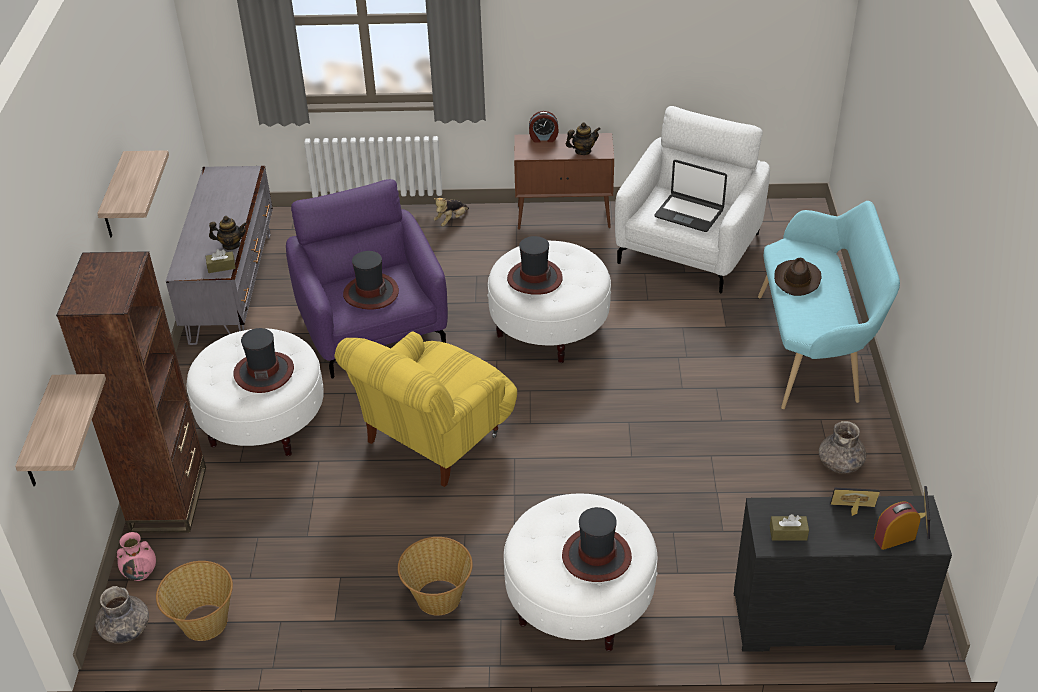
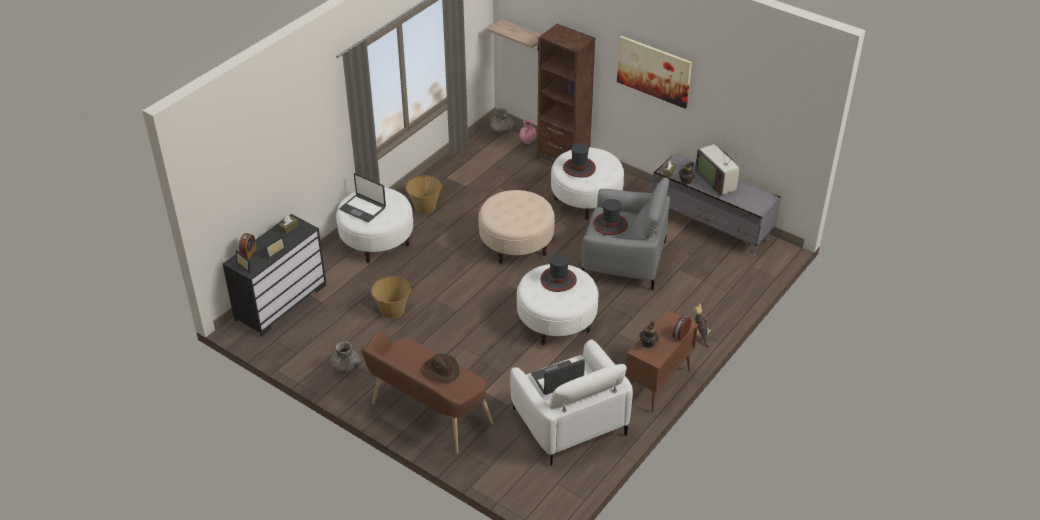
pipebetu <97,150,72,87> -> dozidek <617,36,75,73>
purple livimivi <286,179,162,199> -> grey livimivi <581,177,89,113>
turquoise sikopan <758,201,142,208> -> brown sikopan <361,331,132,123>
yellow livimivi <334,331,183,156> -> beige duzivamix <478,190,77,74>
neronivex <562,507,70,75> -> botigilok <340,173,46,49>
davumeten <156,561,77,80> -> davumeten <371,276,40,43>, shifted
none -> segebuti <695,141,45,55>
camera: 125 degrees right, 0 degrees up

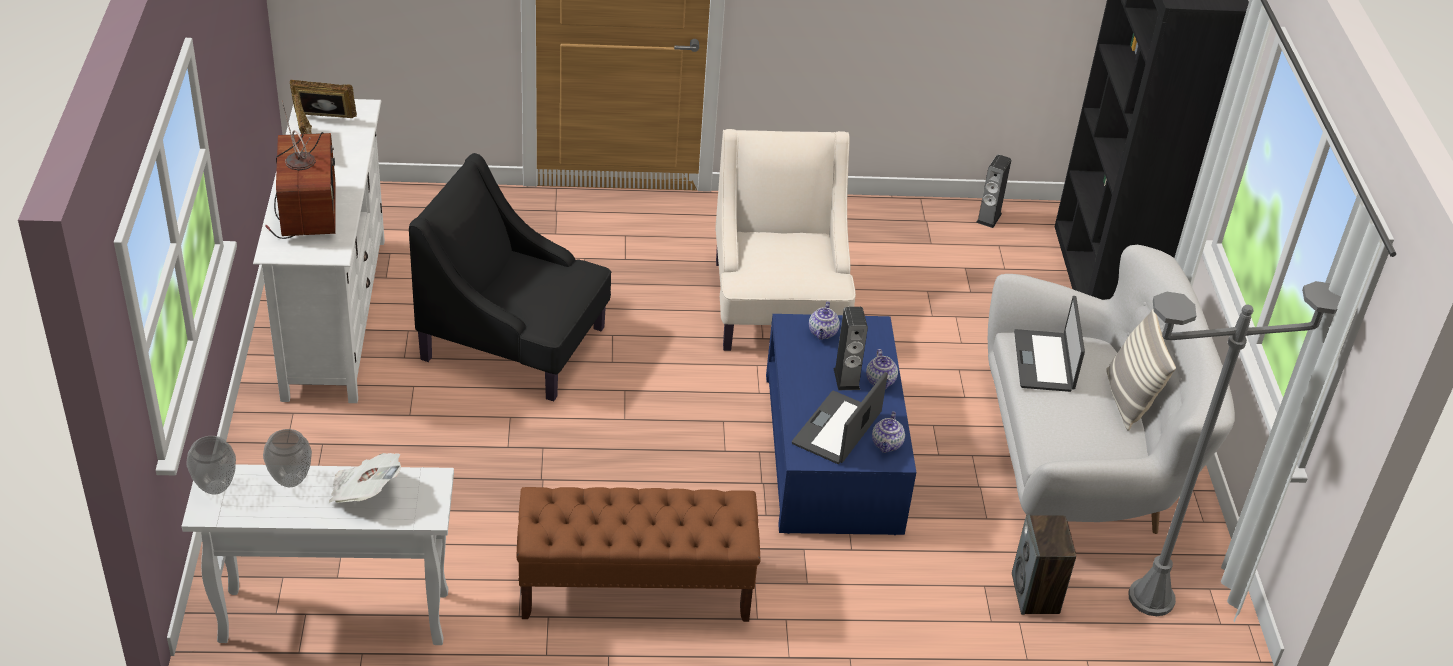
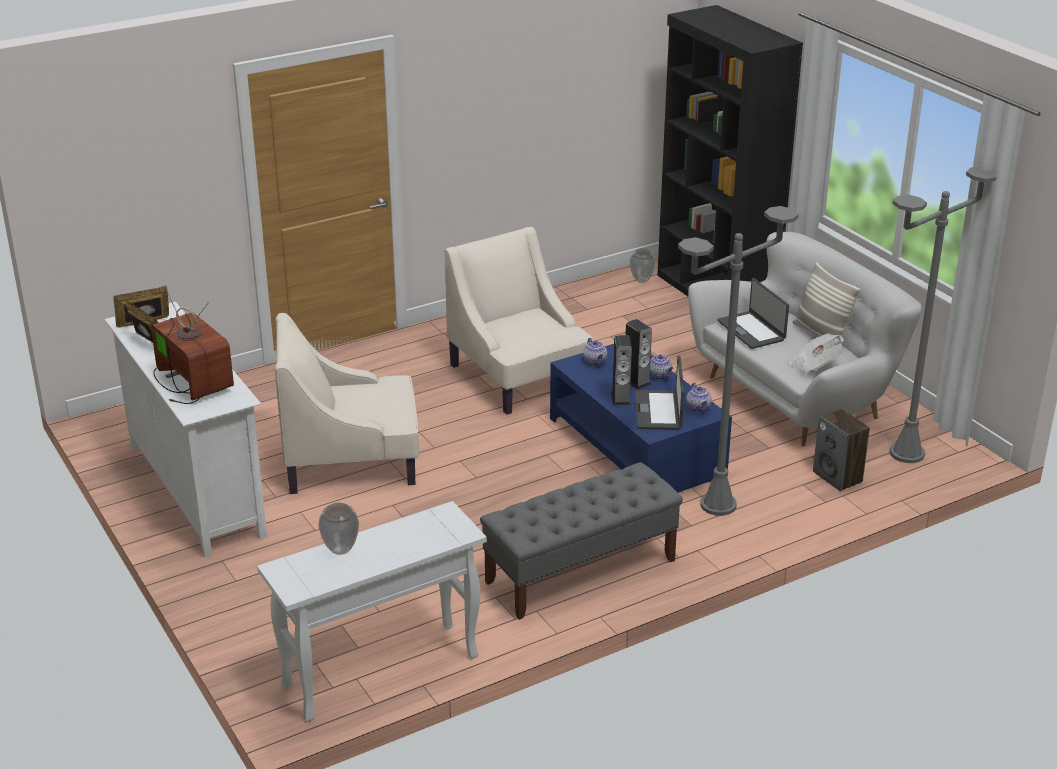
black livimivi <409,153,202,248> -> beige livimivi <275,313,145,181>
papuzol <976,154,35,74> -> papuzol <611,335,21,71>, shifted
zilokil <186,436,50,59> -> zilokil <630,248,26,35>, shifted
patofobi <329,453,72,50> -> patofobi <788,333,56,41>, shifted
brown sikopan <516,487,244,135> -> grey sikopan <480,462,203,158>
none -> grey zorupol <678,206,121,310>
camera: 25 degrees left, 10 degrees down

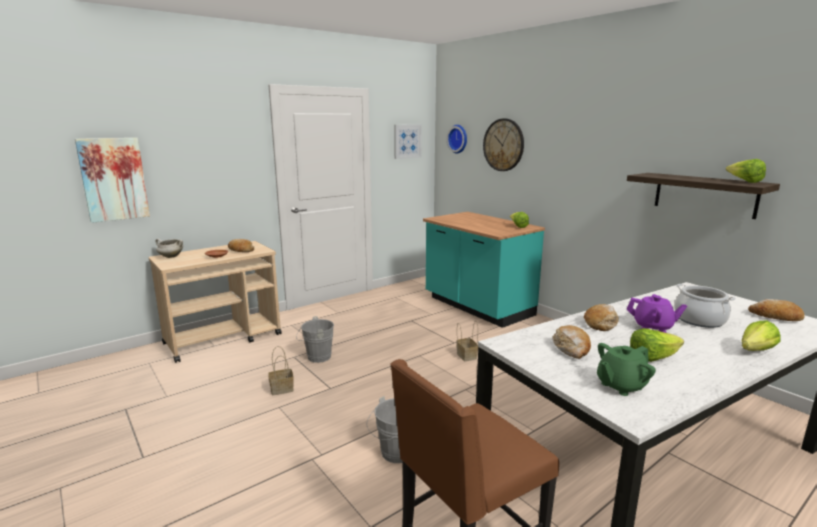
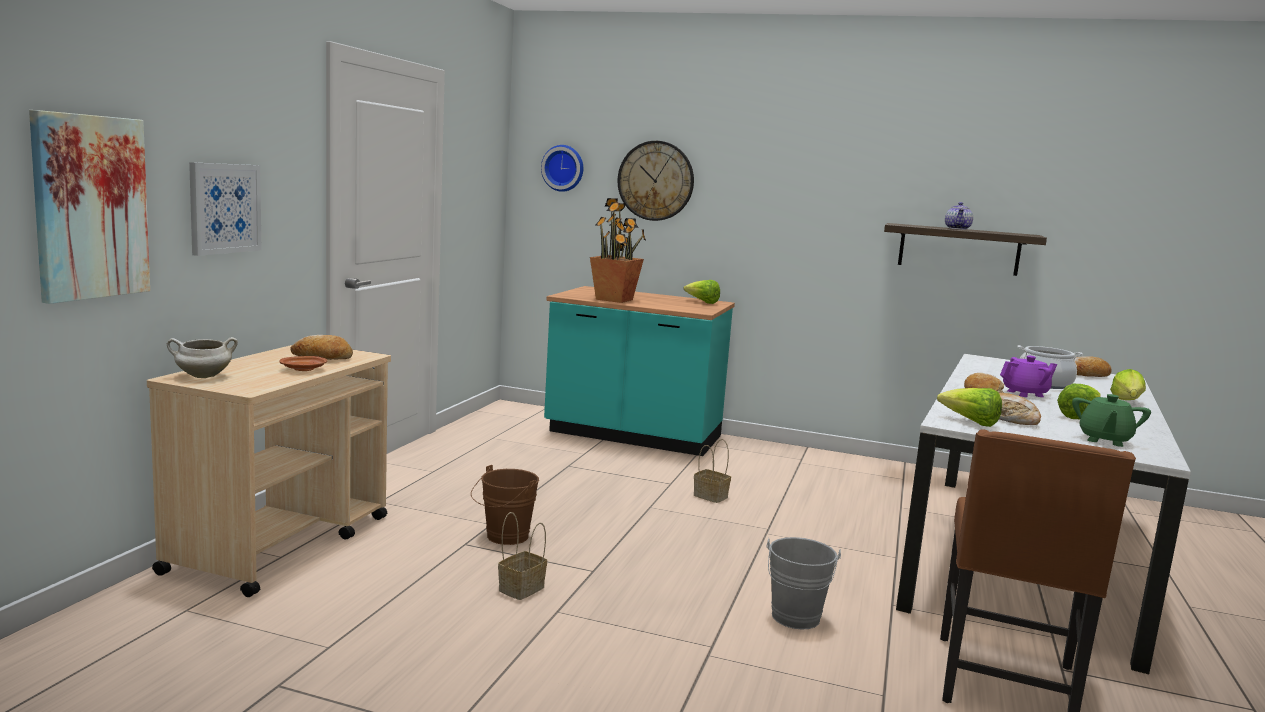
dozidek <394,124,28,35> -> dozidek <189,162,72,94>, shifted
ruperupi <726,159,40,24> -> ruperupi <937,388,65,39>, shifted
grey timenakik <296,316,38,47> -> brown timenakik <471,465,68,80>
none -> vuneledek <590,198,56,105>
none -> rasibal <945,202,28,28>
camera: 35 degrees left, 5 degrees down

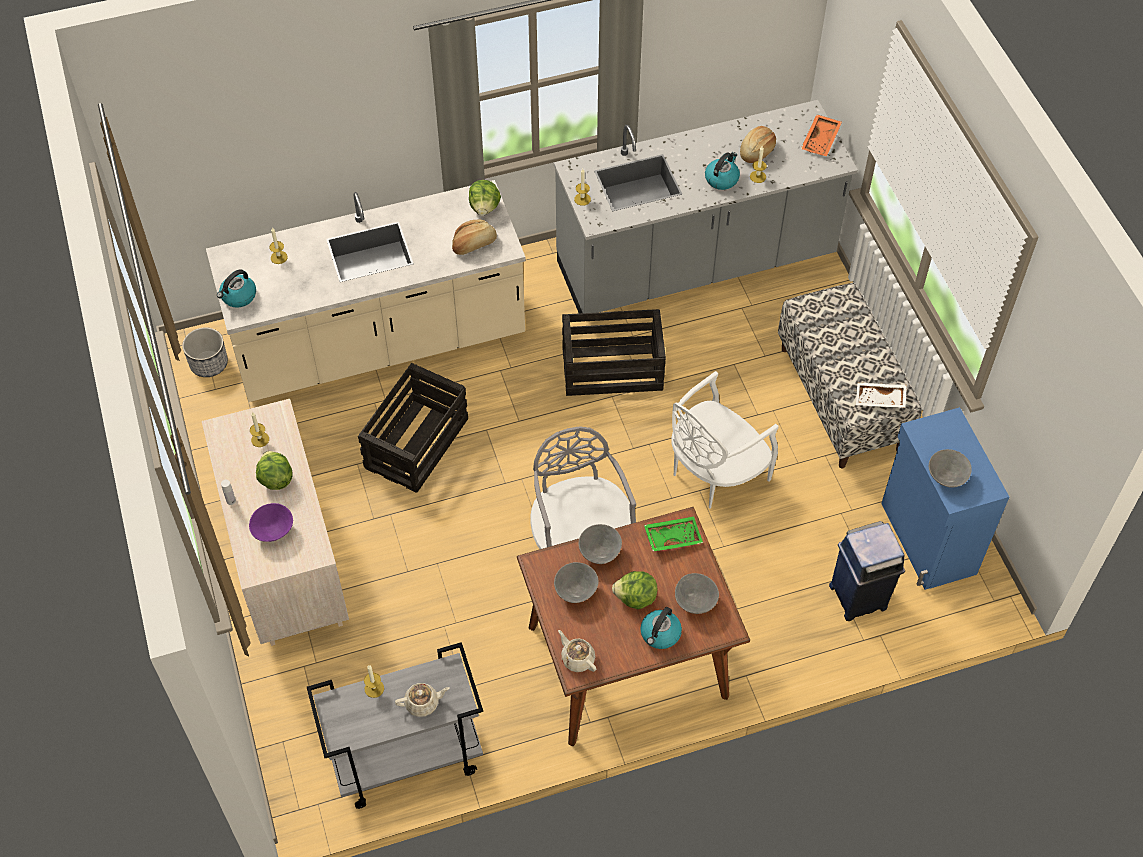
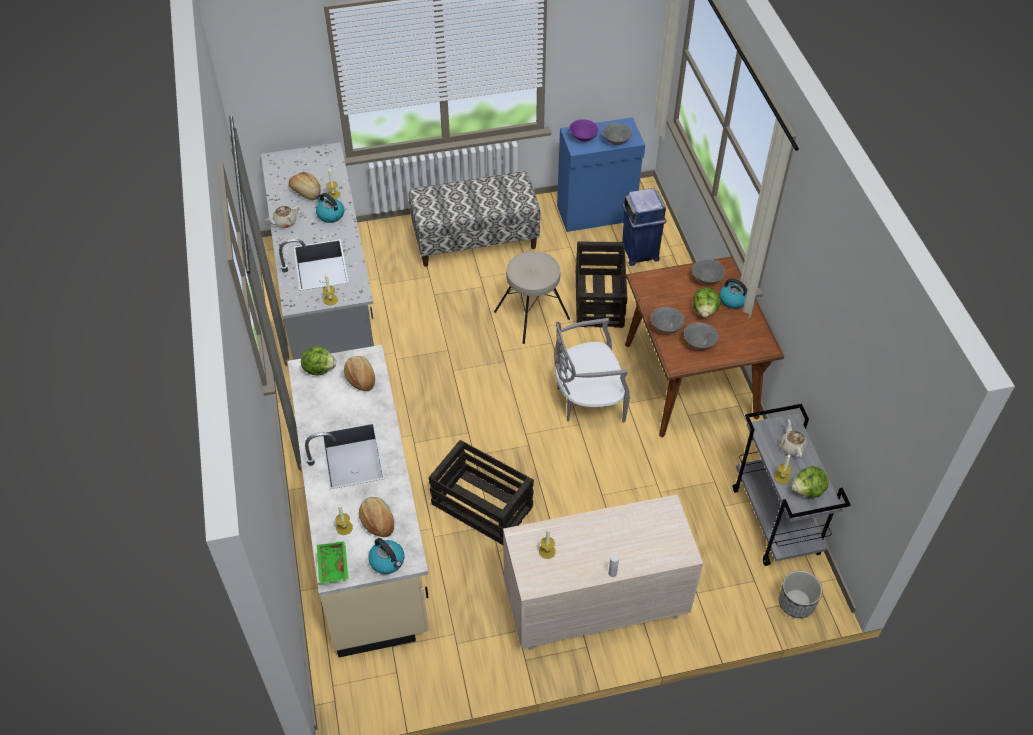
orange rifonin <801,114,41,42> -> none
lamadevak <562,309,104,87> -> lamadevak <576,241,52,87>, shifted
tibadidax <182,327,46,50> -> tibadidax <779,570,43,48>, shifted
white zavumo <671,371,108,138> -> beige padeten <494,251,76,93>
white rifonin <856,383,51,25> -> none
ruperupi <256,451,37,39> -> ruperupi <792,466,37,32>, shifted
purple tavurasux <249,503,44,39> -> purple tavurasux <569,119,29,23>, shifted
green rifonin <644,517,59,35> -> green rifonin <317,541,31,43>, shifted
beige rasibal <558,630,38,42> -> beige rasibal <265,206,35,22>, shifted
none -> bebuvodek <359,497,35,40>
camera: 85 degrees left, 5 degrees down

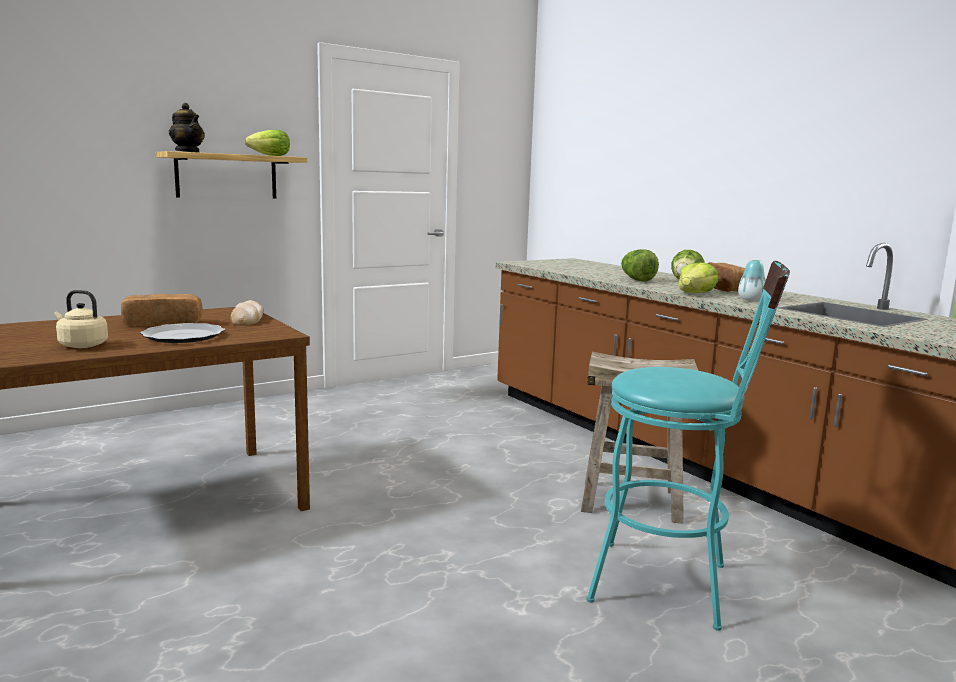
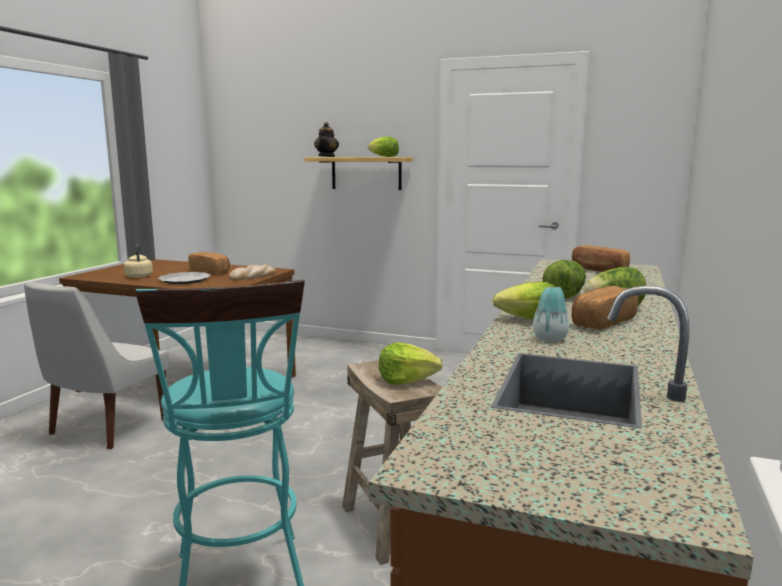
none -> bebuvodek <572,245,58,27>
none -> white zavumo <24,282,145,167>
none -> ruperupi <379,343,64,41>
camera: 55 degrees right, 0 degrees up

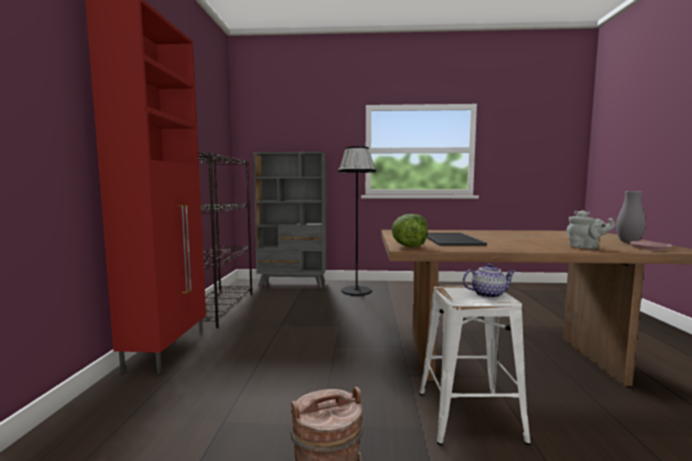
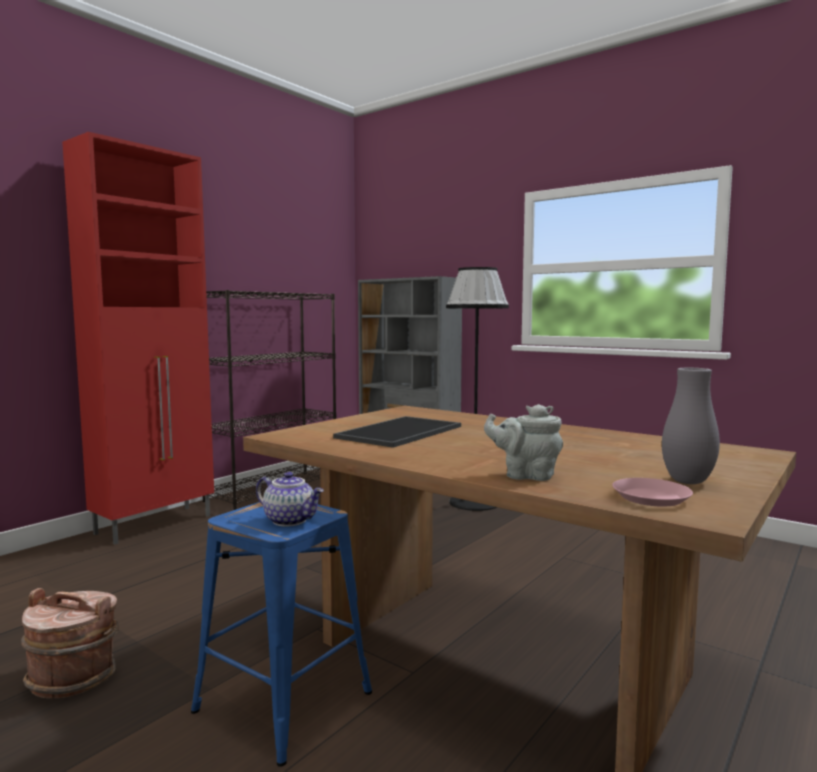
grey rasibal <566,210,49,39> -> grey rasibal <484,404,79,77>, 120 degrees clockwise
ruperupi <392,214,36,33> -> none
white padeten <419,286,112,159> -> blue padeten <191,502,181,265>
camera: 35 degrees right, 0 degrees up

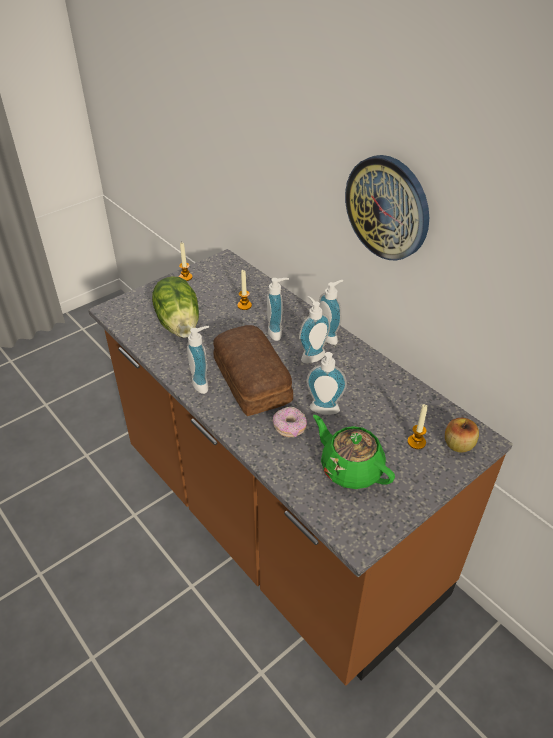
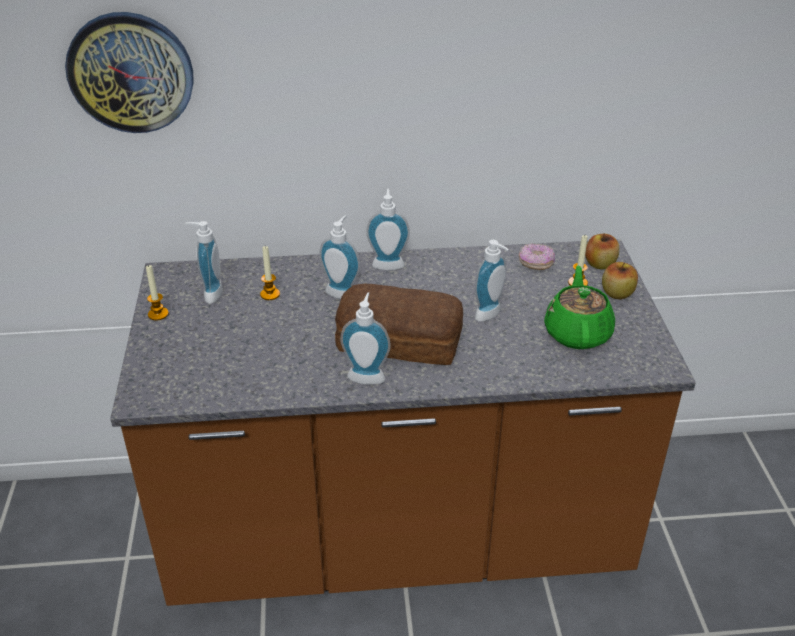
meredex <345,155,84,106> -> meredex <65,12,129,121>, shifted
ruperupi <152,276,47,62> -> none
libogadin <299,296,31,67> -> libogadin <185,221,38,83>, shifted
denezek <273,407,34,30> -> denezek <519,243,36,27>, shifted
green rasibal <313,415,82,74> -> green rasibal <544,265,71,84>, 105 degrees clockwise
none -> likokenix <602,262,36,37>
camera: 55 degrees left, 5 degrees down

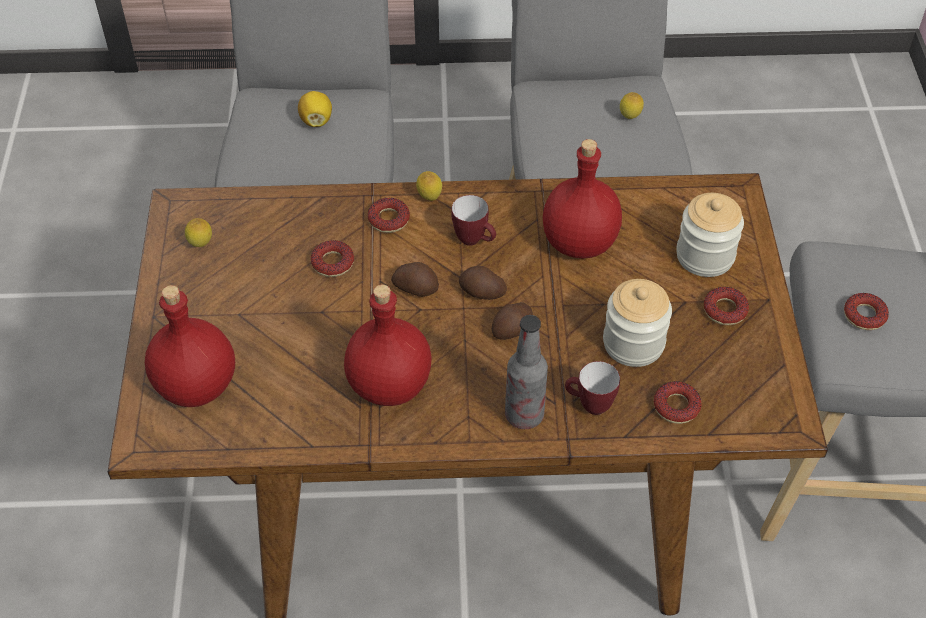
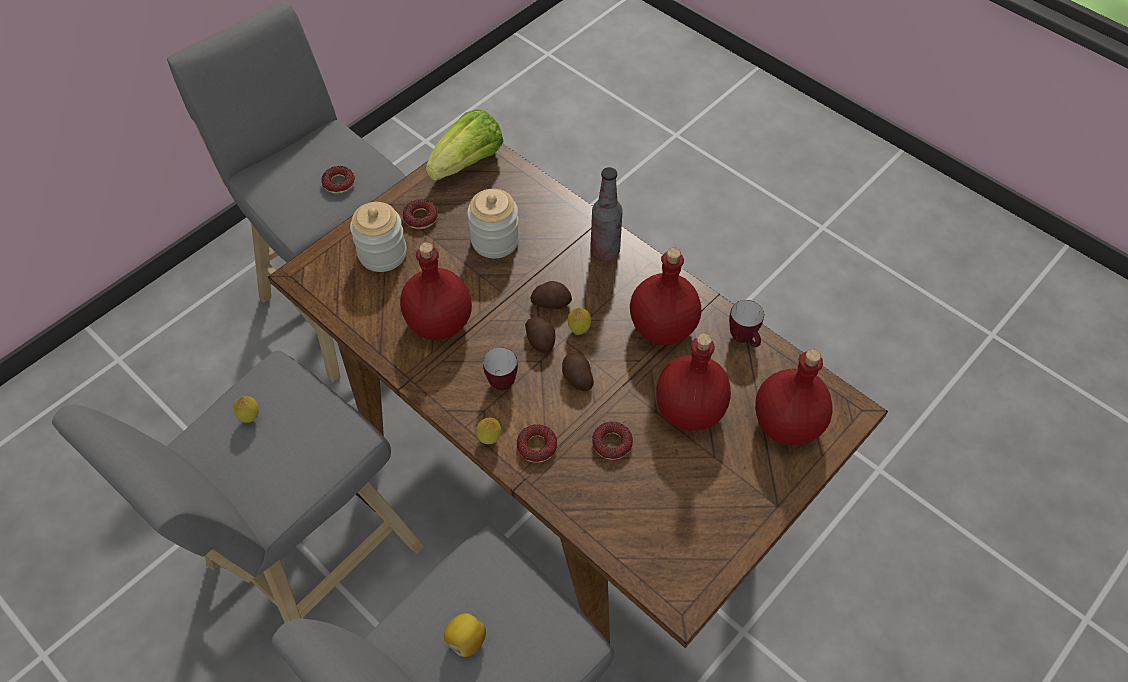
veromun <185,218,27,29> -> veromun <568,308,23,27>, shifted
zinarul <565,361,55,54> -> zinarul <729,300,35,47>, shifted
denezek <654,381,48,43> -> none
none -> ruperupi <426,109,78,72>
none -> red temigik <656,333,75,98>
camera: 135 degrees left, 5 degrees up

